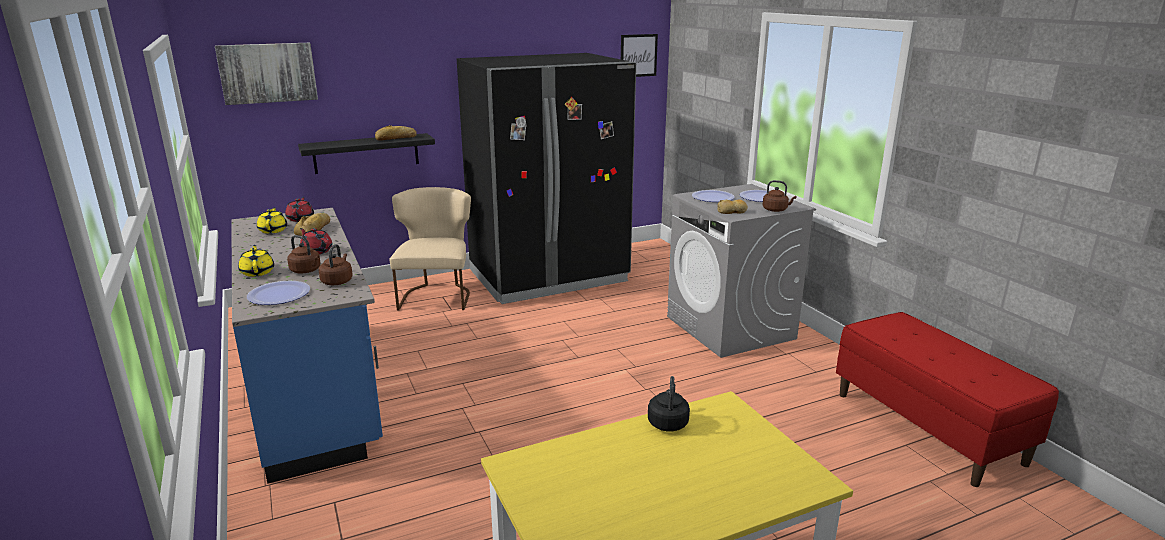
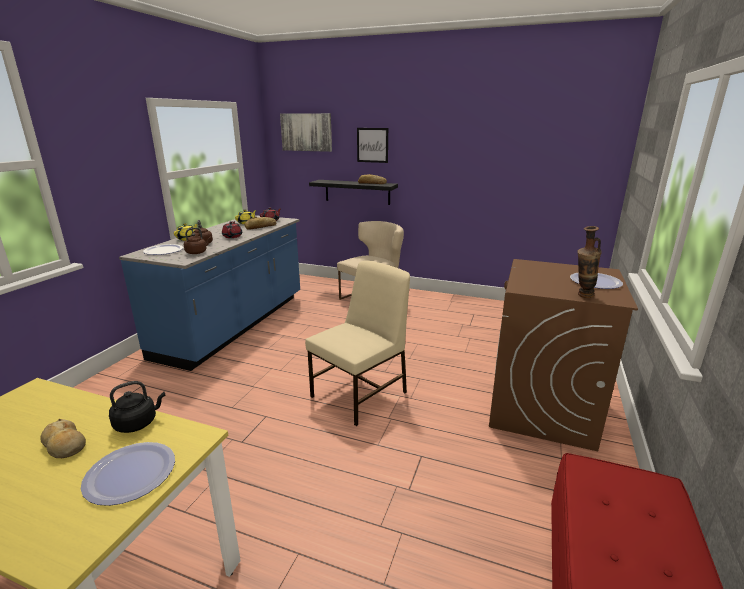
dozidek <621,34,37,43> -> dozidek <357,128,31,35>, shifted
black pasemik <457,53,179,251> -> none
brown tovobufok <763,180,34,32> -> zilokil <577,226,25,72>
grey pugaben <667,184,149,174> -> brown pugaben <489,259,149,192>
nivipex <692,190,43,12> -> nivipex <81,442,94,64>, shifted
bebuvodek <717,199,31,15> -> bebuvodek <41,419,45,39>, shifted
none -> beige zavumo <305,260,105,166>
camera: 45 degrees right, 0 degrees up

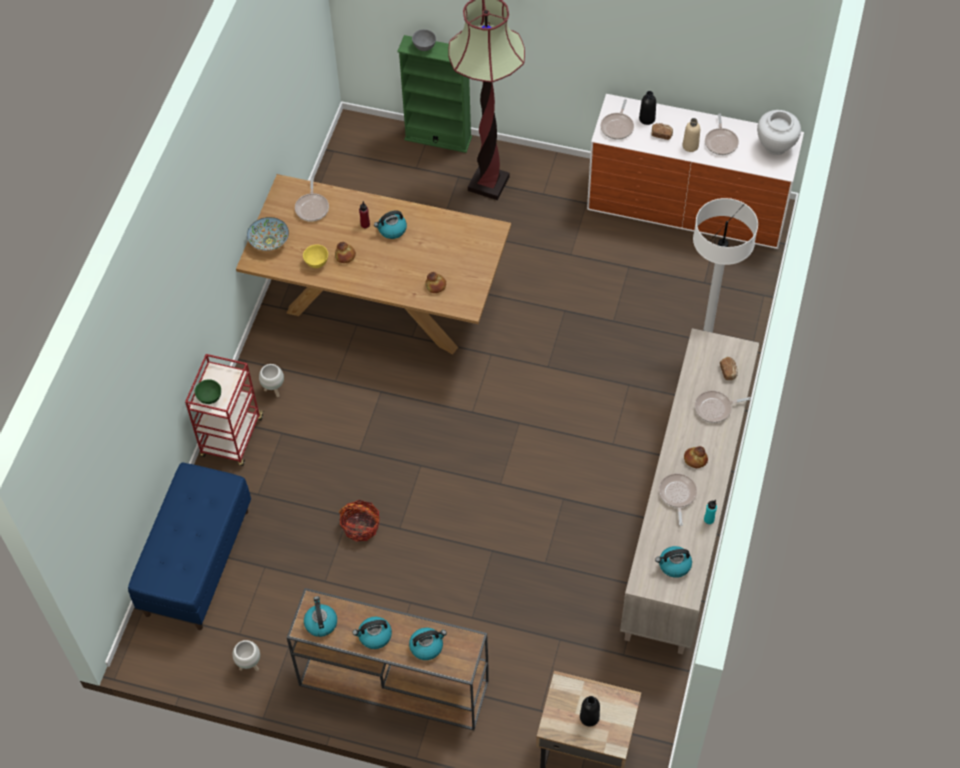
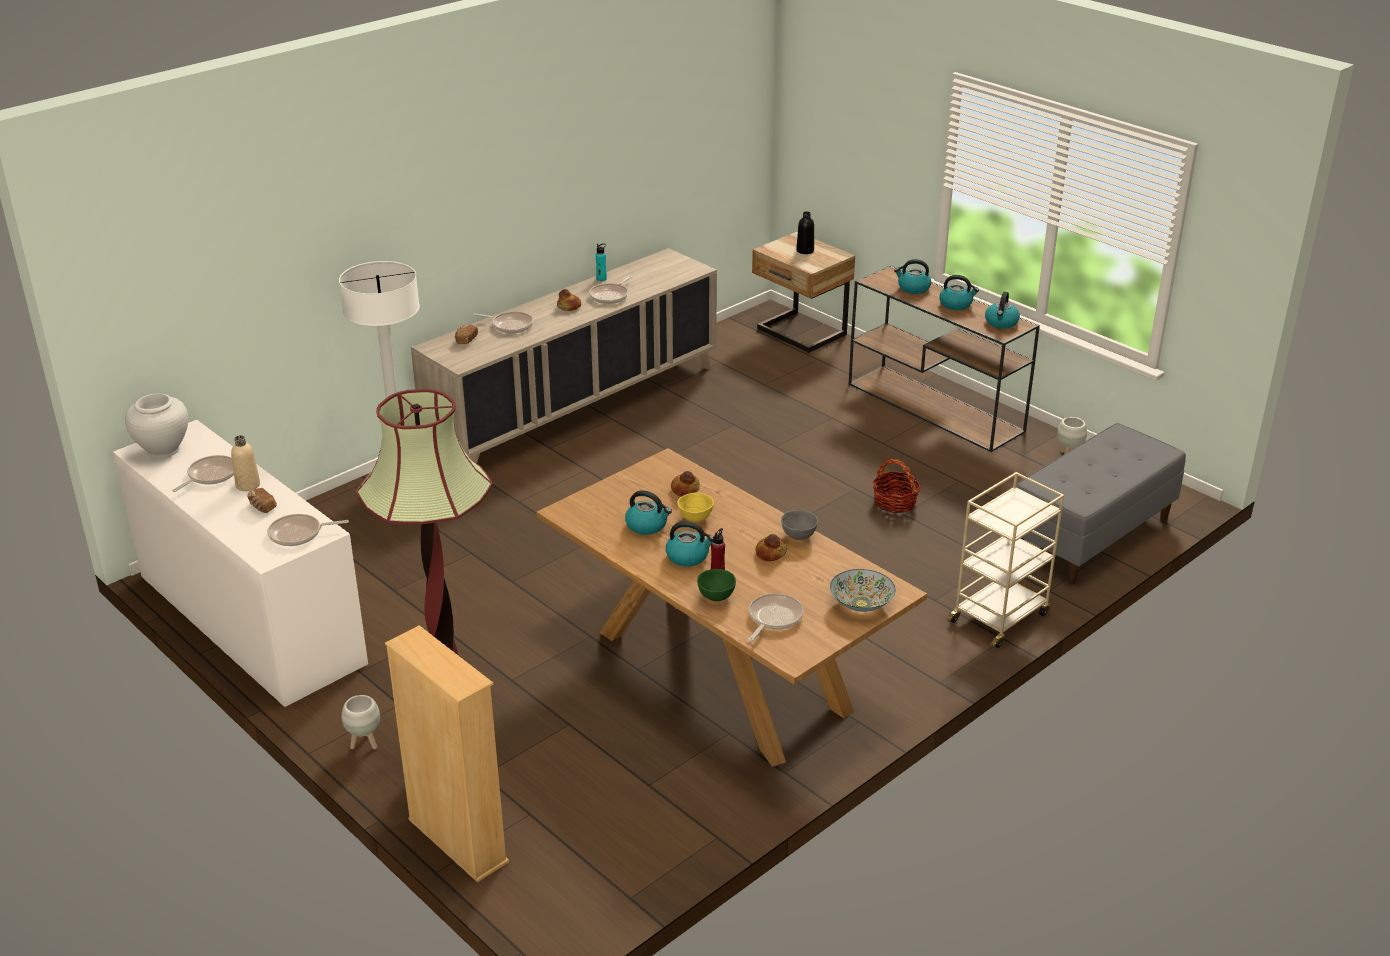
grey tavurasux <412,29,24,22> -> grey tavurasux <781,510,37,30>, shifted
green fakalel <397,35,75,118> -> beige fakalel <385,625,124,257>
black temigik <639,91,17,34> -> none
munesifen <601,99,33,41> -> munesifen <267,514,82,32>, 150 degrees counterclockwise
yellow tavurasux <303,244,25,24> -> yellow tavurasux <677,493,37,29>, shifted
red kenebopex <185,354,79,112> -> beige kenebopex <946,472,118,176>
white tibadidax <259,364,25,33> -> white tibadidax <342,695,38,54>, shifted
green tavurasux <195,380,26,24> -> green tavurasux <697,569,39,32>, shifted
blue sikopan <128,463,123,167> -> grey sikopan <1016,423,170,162>
tovobufok <655,546,37,32> -> tovobufok <625,490,47,45>, shifted
camera: 150 degrees left, 25 degrees down

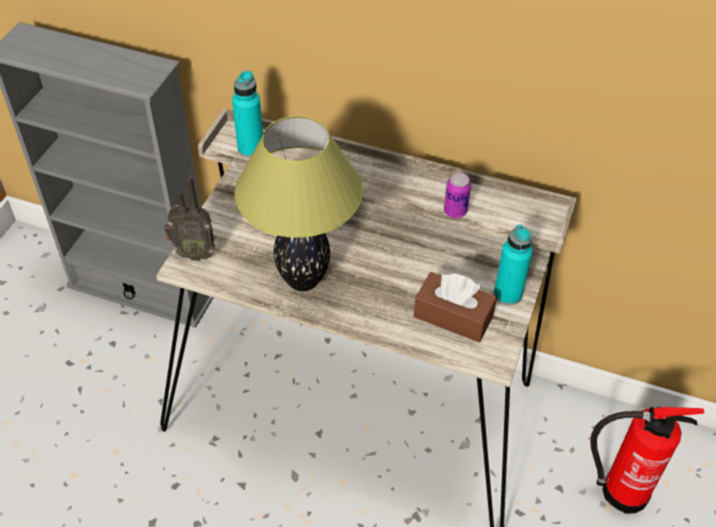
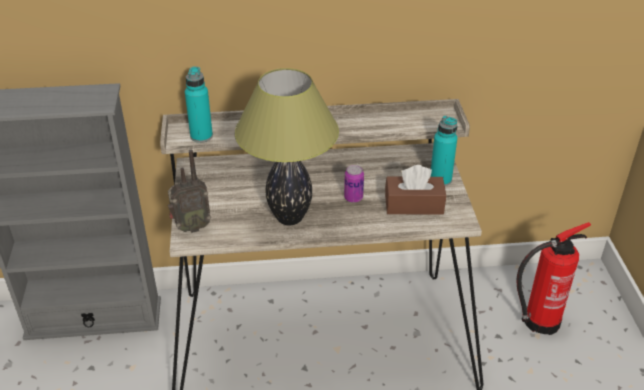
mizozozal <444,173,27,45> -> mizozozal <344,165,20,38>, shifted
camera: 25 degrees left, 10 degrees down

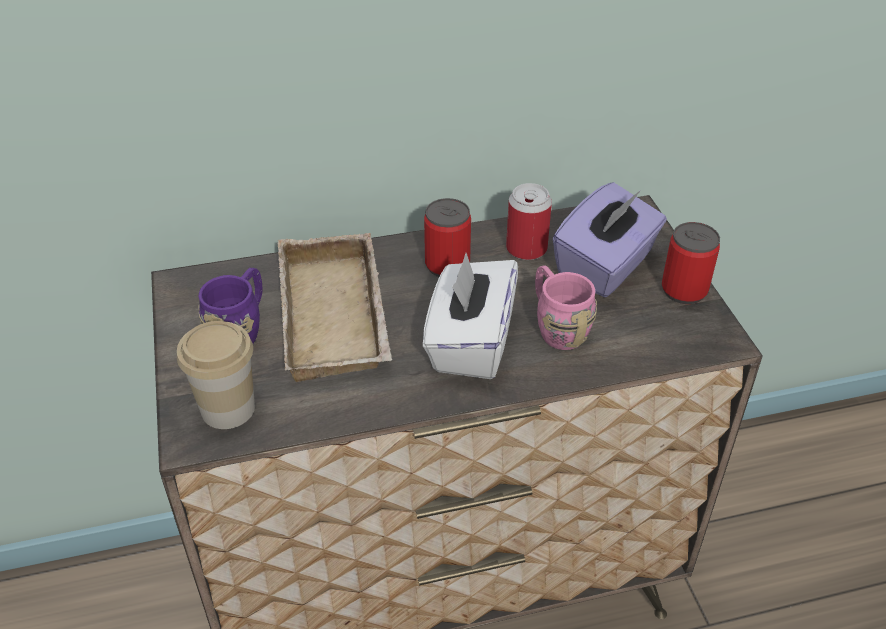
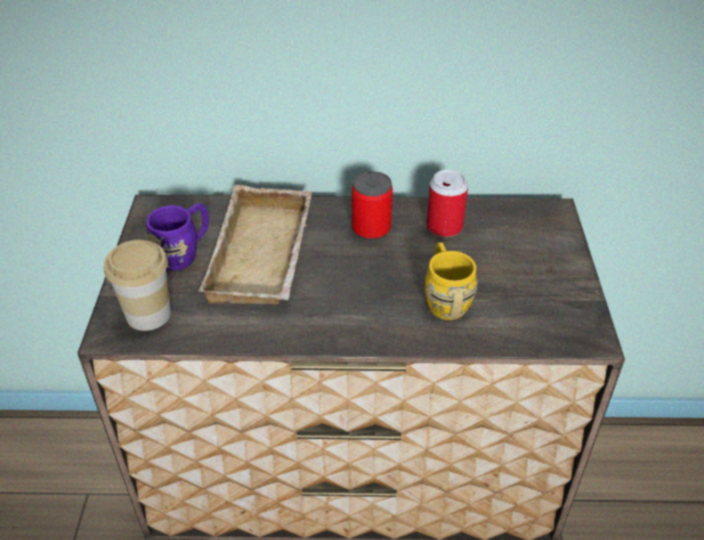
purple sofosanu <553,182,114,115> -> none
mizozozal <662,222,58,82> -> none
white sofosanu <423,253,95,126> -> none
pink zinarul <535,266,62,84> -> yellow zinarul <424,242,54,78>
camera: 15 degrees right, 0 degrees up

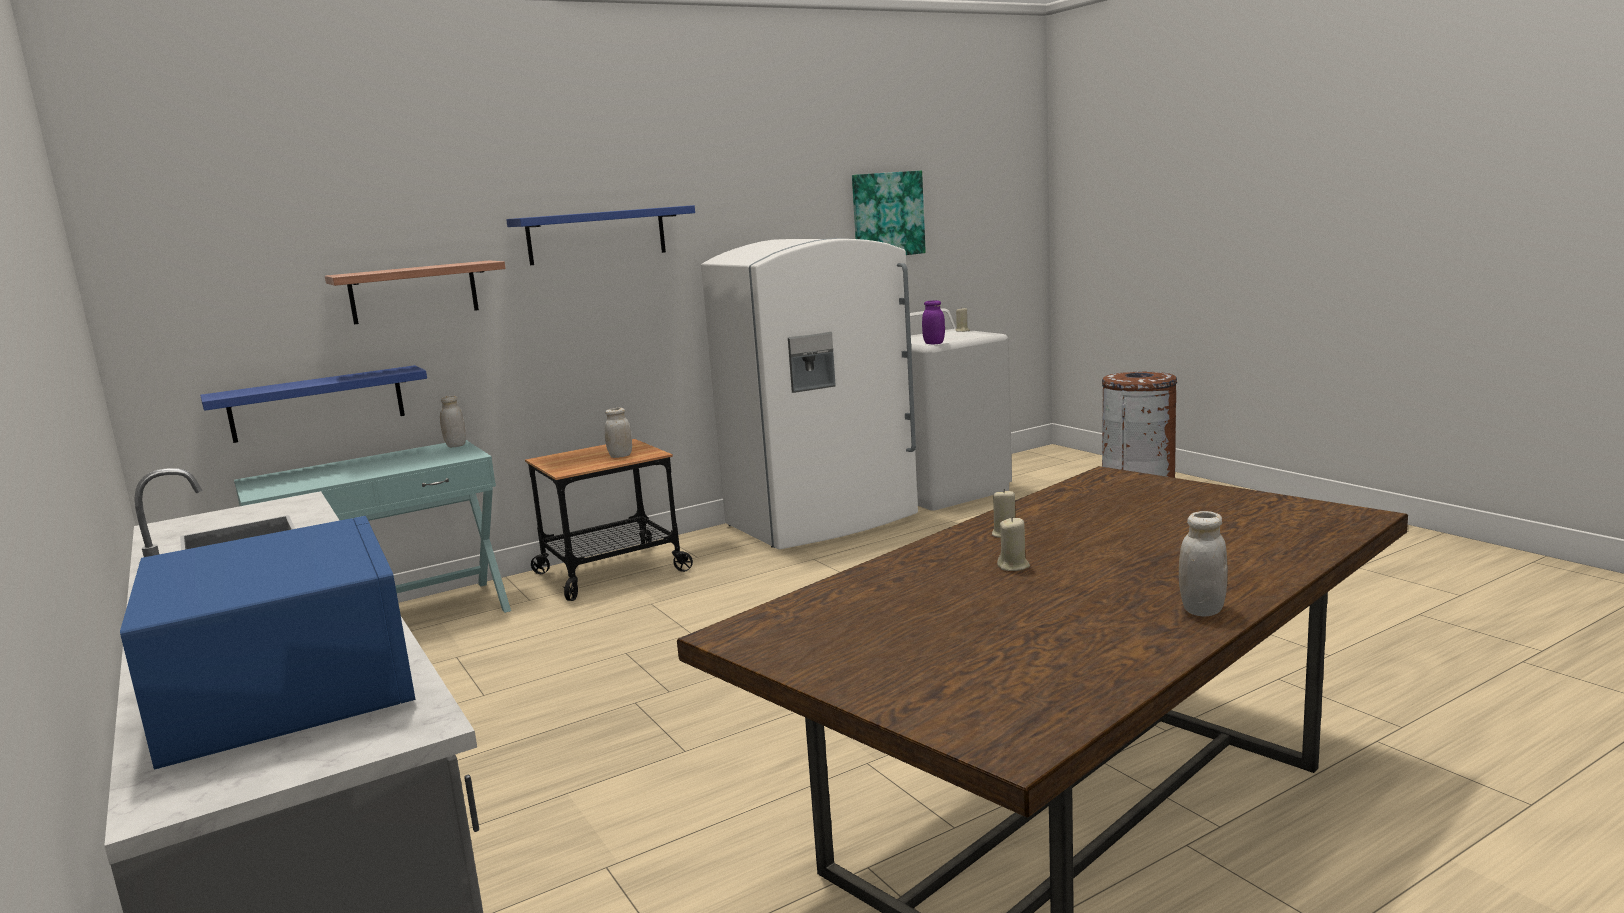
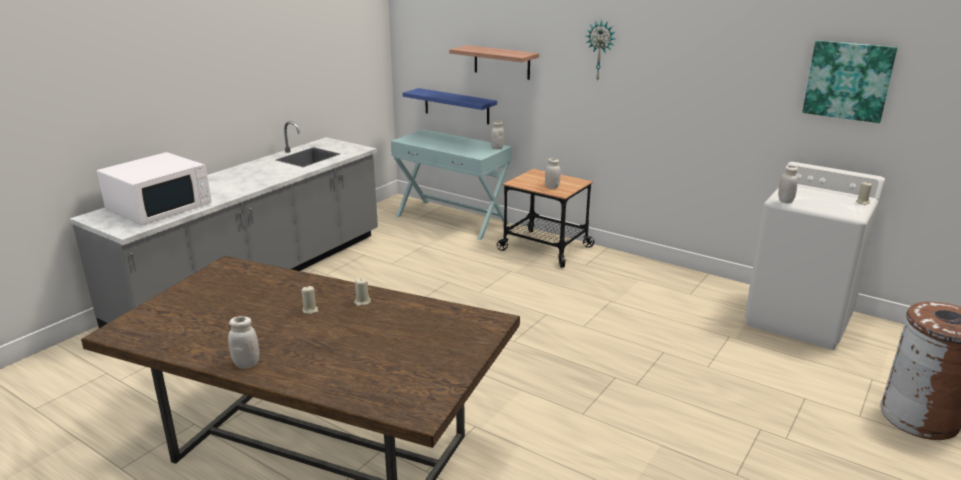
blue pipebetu <506,205,189,60> -> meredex <586,20,29,62>
white pasemik <701,238,217,311> -> none
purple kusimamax <922,300,23,44> -> white kusimamax <778,165,20,39>
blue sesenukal <120,516,295,254> -> white sesenukal <97,152,115,73>
camera: 65 degrees right, 10 degrees up

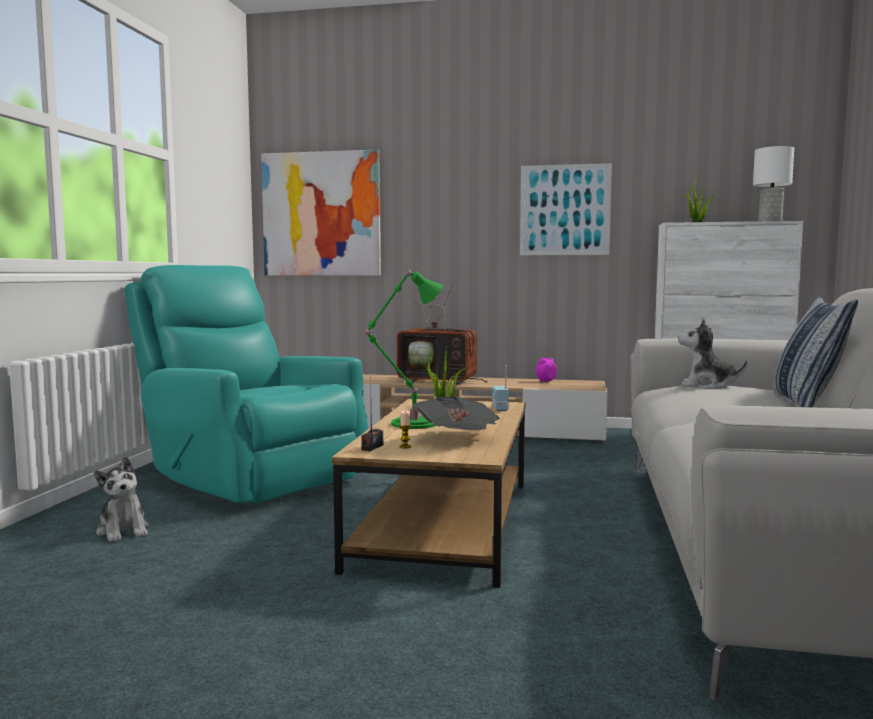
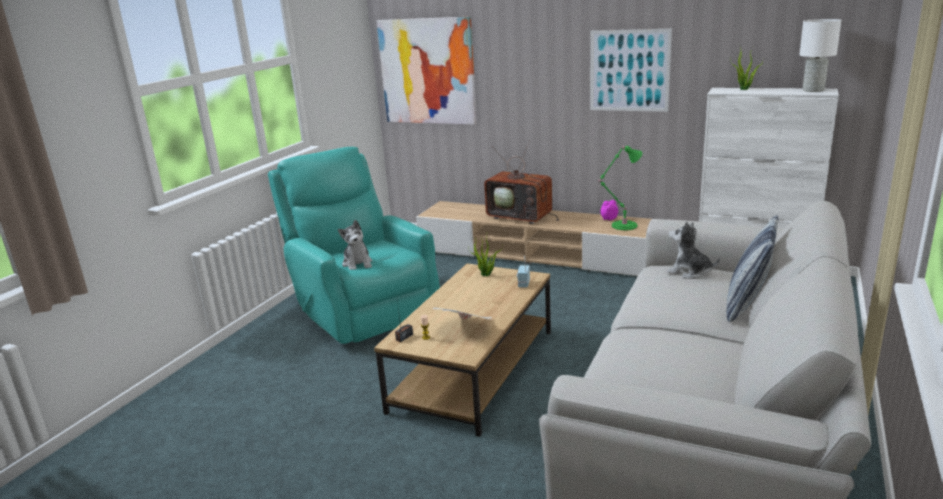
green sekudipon <364,270,79,159> -> green sekudipon <598,146,44,84>, shifted
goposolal <94,456,55,86> -> goposolal <338,220,34,50>, shifted
camera: 15 degrees right, 15 degrees up

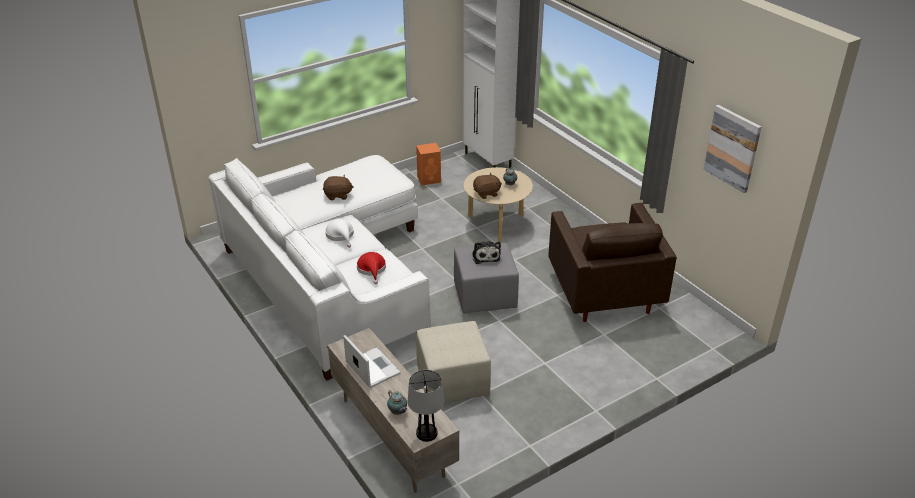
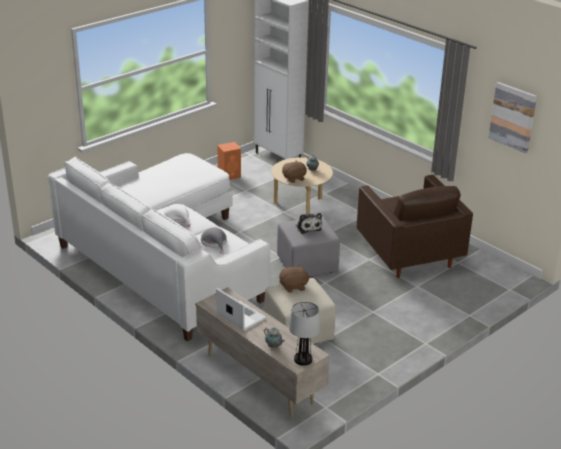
brown goposolal <323,175,31,25> -> brown goposolal <279,265,31,28>, shifted
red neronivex <357,252,29,32> -> grey neronivex <201,227,26,27>
camera: 10 degrees left, 5 degrees down

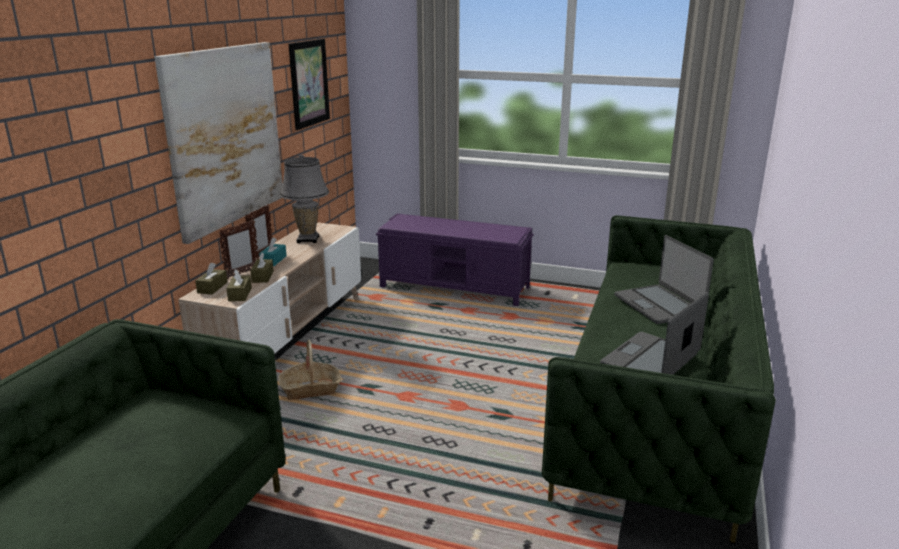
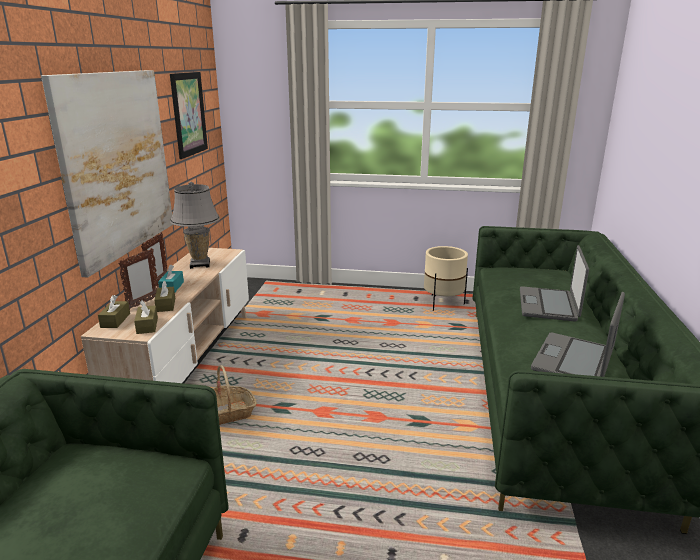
purple sikopan <376,213,158,93> -> none
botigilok <615,235,99,89> -> botigilok <520,245,69,76>, 45 degrees clockwise
none -> beige tibadidax <424,246,44,65>
camera: 10 degrees left, 0 degrees up

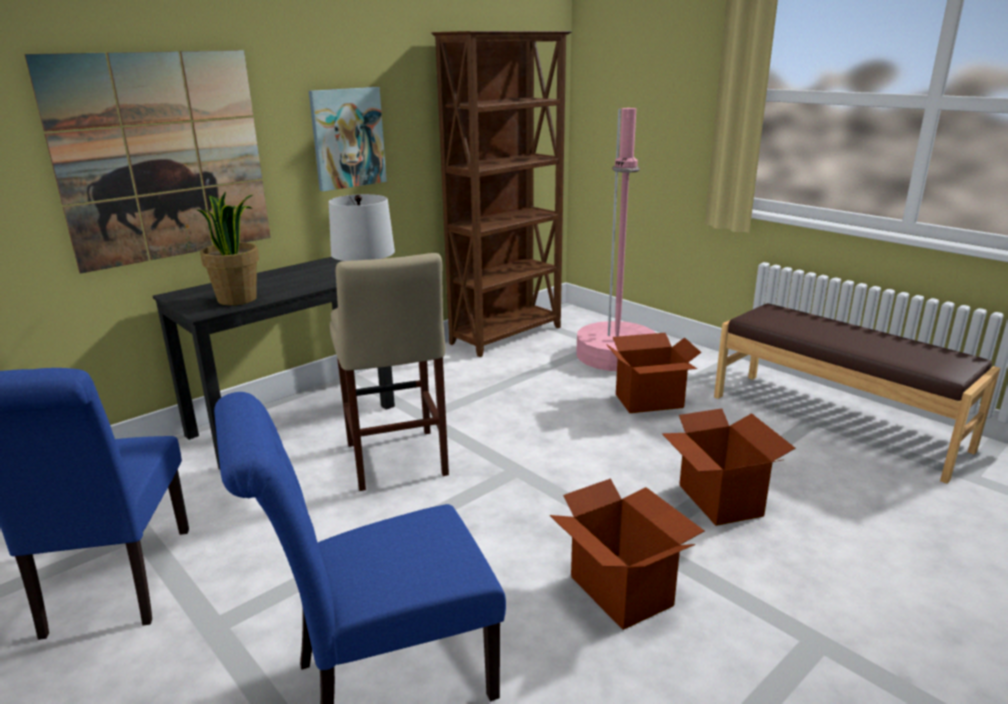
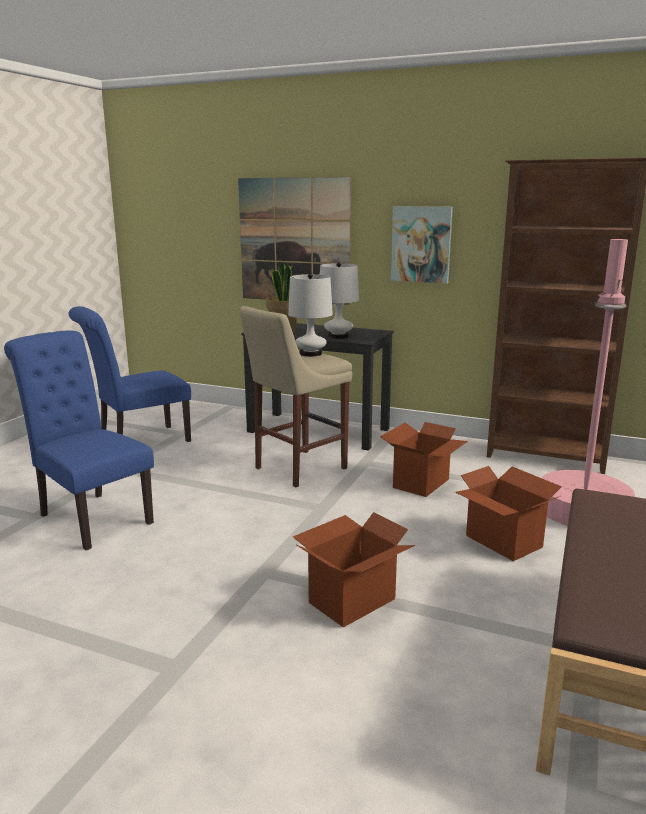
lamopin <549,478,155,152> -> lamopin <380,422,88,75>, shifted
none -> white sekudipon <320,262,39,77>
camera: 65 degrees right, 5 degrees down

